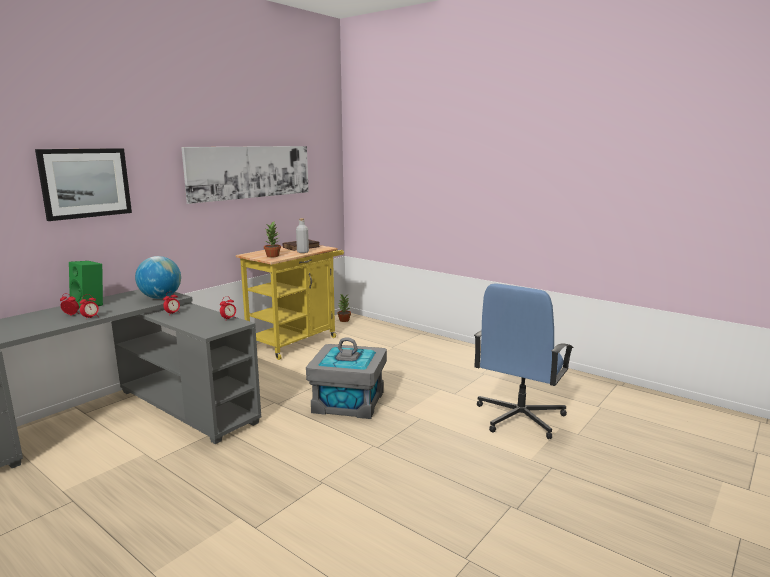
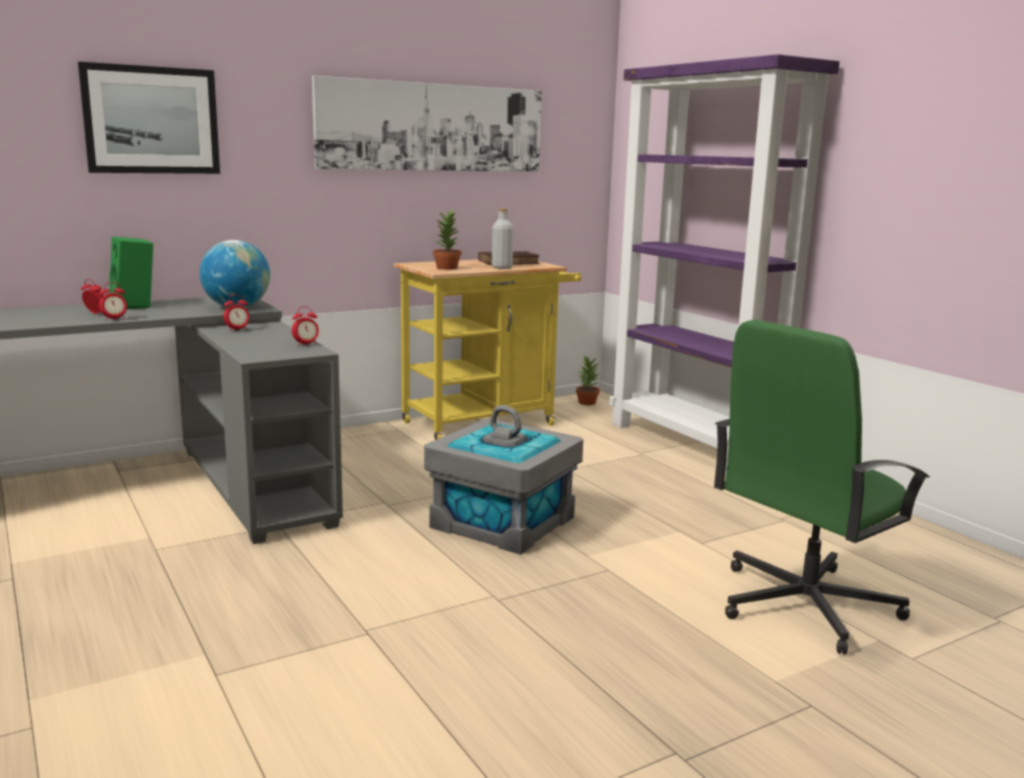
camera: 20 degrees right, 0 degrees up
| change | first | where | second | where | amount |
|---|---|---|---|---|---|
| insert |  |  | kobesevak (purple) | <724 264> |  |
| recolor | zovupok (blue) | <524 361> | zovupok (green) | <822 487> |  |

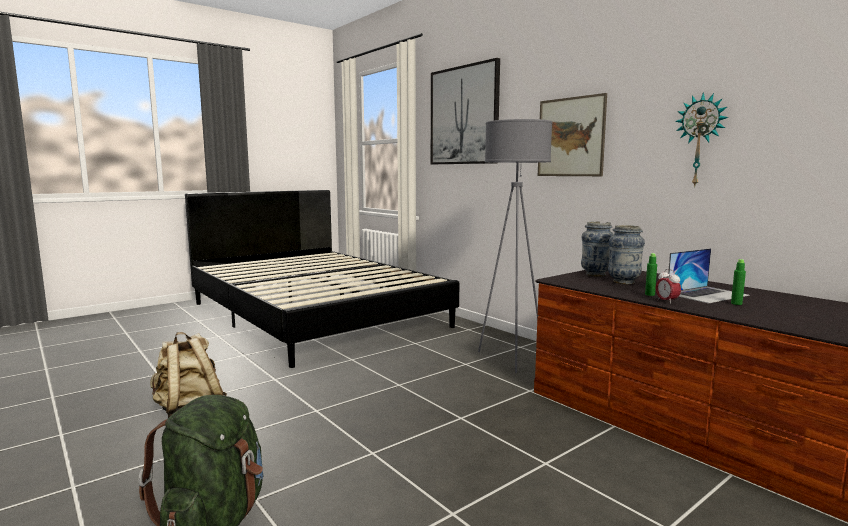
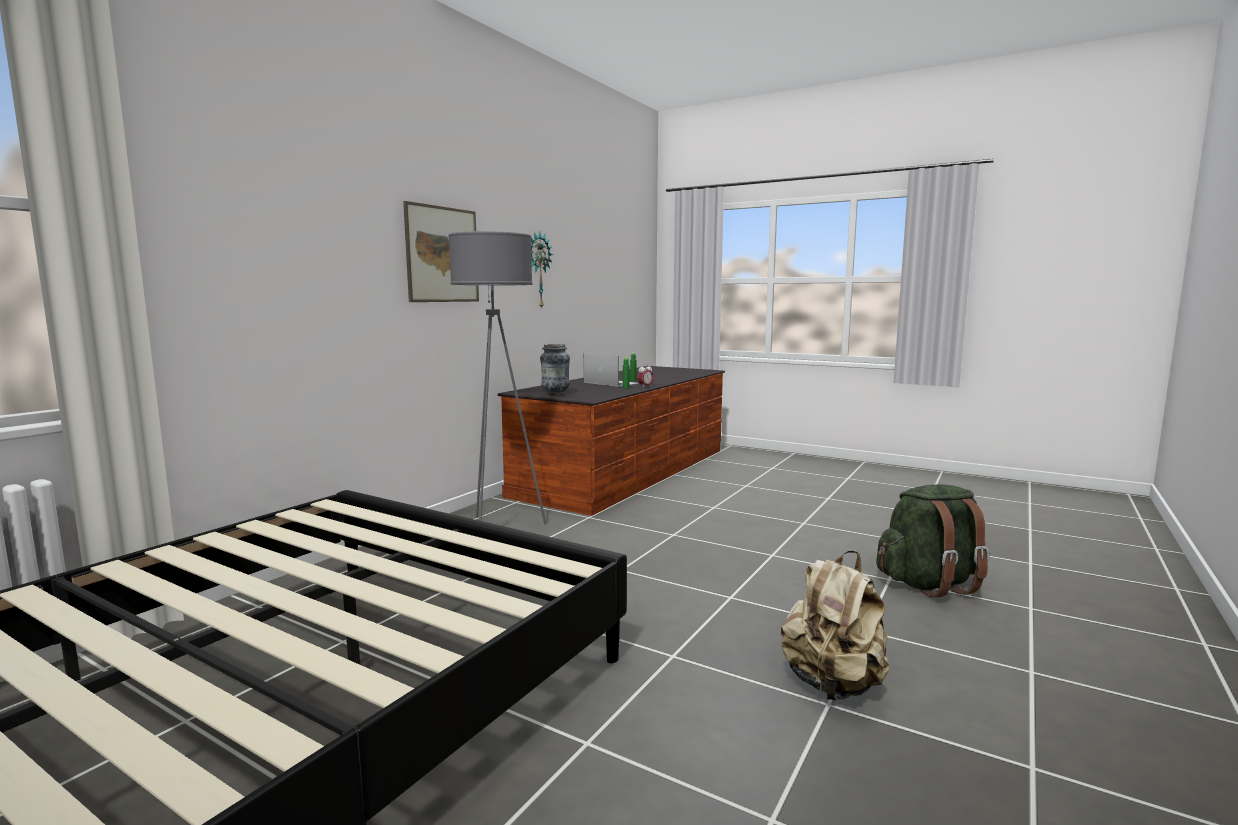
camera: 110 degrees left, 0 degrees up
| change | first | where | second | where | amount |
|---|---|---|---|---|---|
| delete | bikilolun | <465 111> |  |  |  |
| delete | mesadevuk | <626 254> |  |  |  |

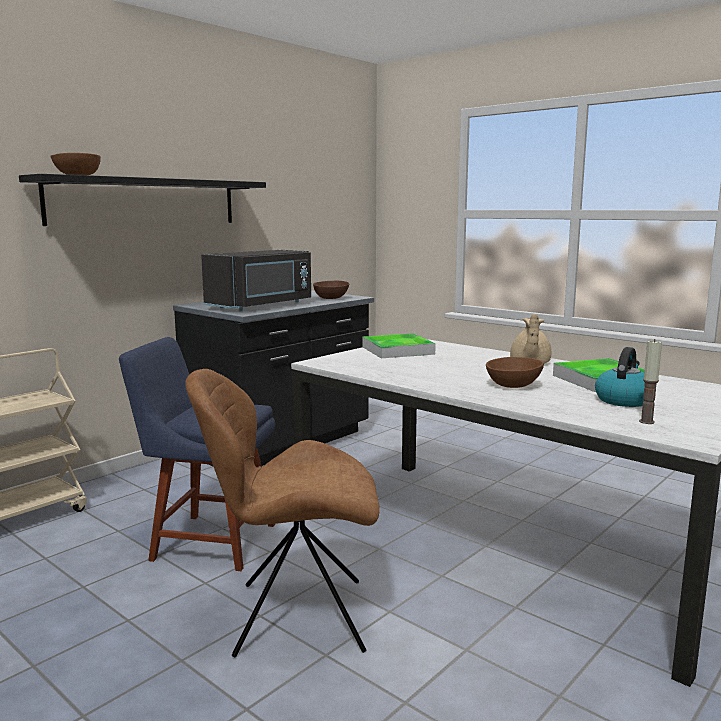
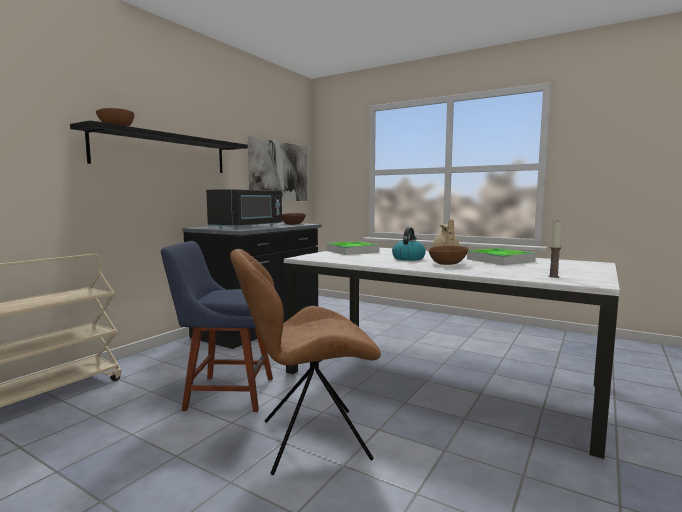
camera: 10 degrees left, 5 degrees down
| change | first | where | second | where | amount |
|---|---|---|---|---|---|
| insert |  |  | bikilolun | <277 168> |  |
| move | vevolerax | <620 377> |  | <409 244> |  |

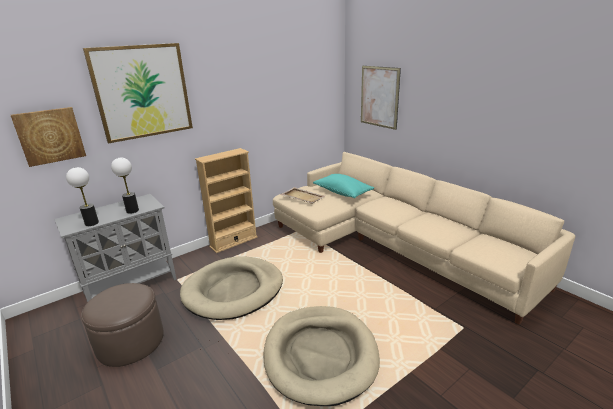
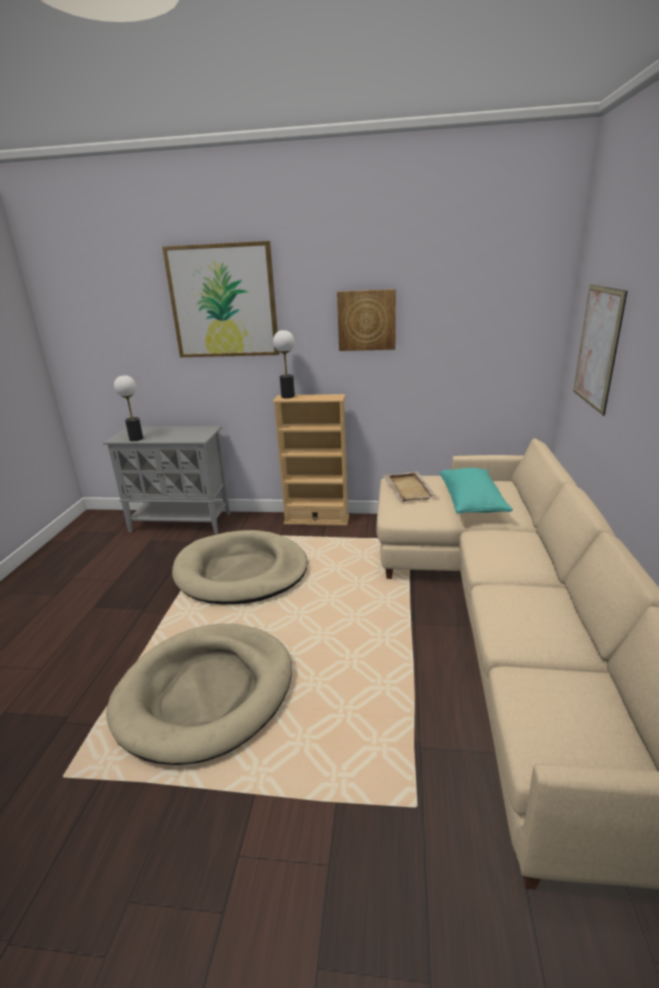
camera: 45 degrees right, 0 degrees up
| change | first | where | second | where | amount |
|---|---|---|---|---|---|
| delete | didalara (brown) | <122 325> |  |  |  |
| move | bikilolun | <48 137> |  | <366 320> |  |
| move | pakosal | <125 186> |  | <284 364> |  |

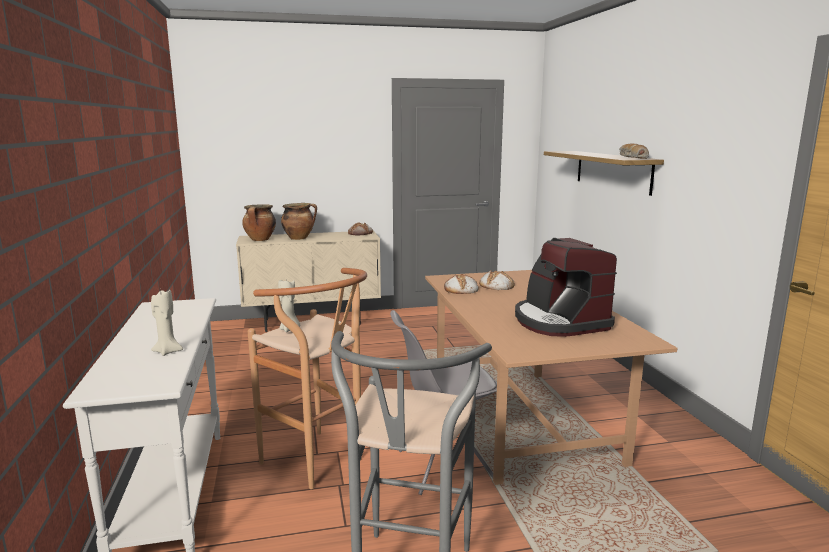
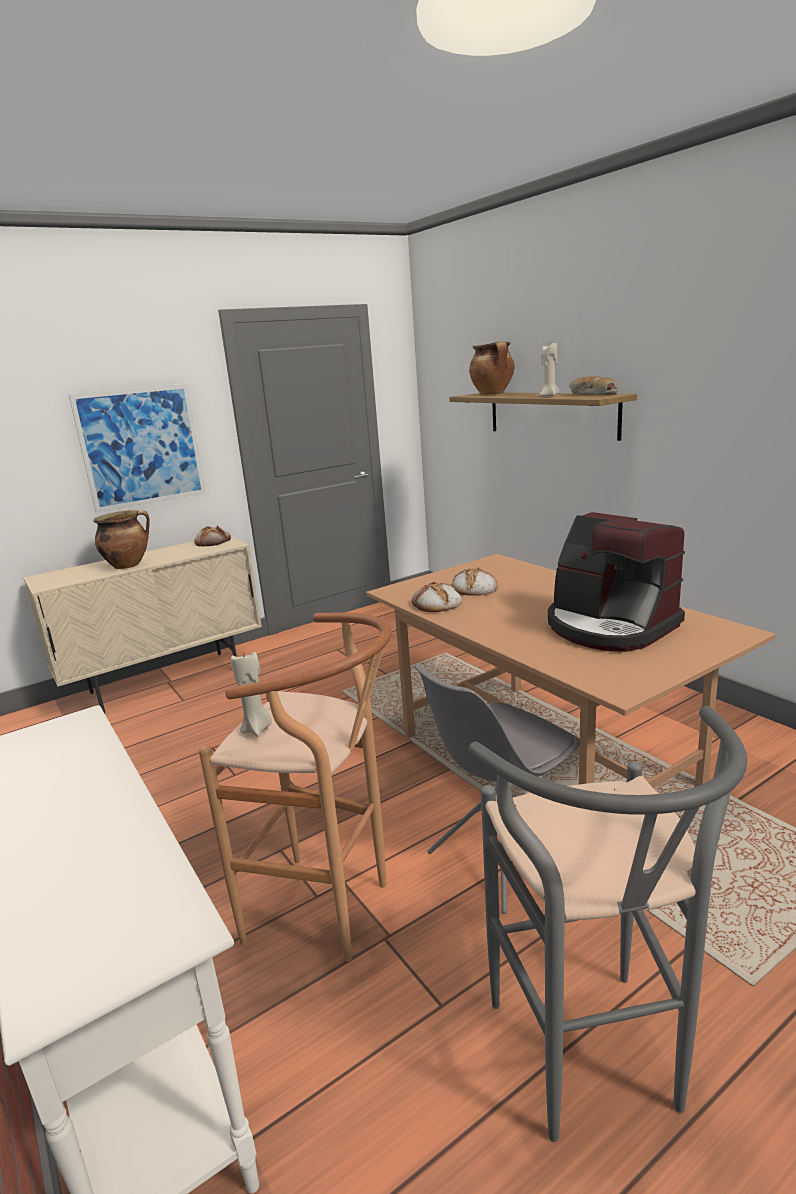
camera: 20 degrees left, 5 degrees up
| change | first | where | second | where | amount |
|---|---|---|---|---|---|
| insert |  |  | bikilolun | <137 448> |  |
| move | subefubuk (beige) | <167 323> |  | <550 369> |  |
| move | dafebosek | <259 222> |  | <492 368> |  |

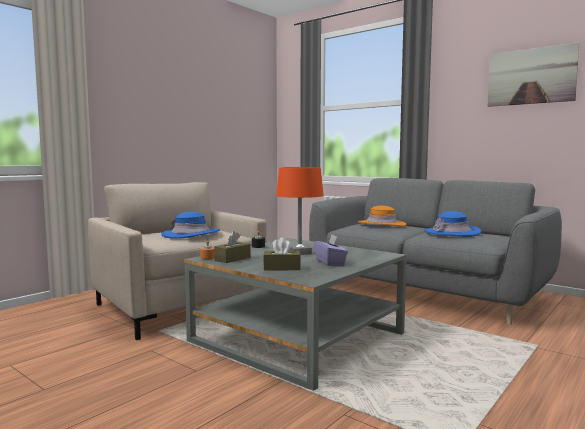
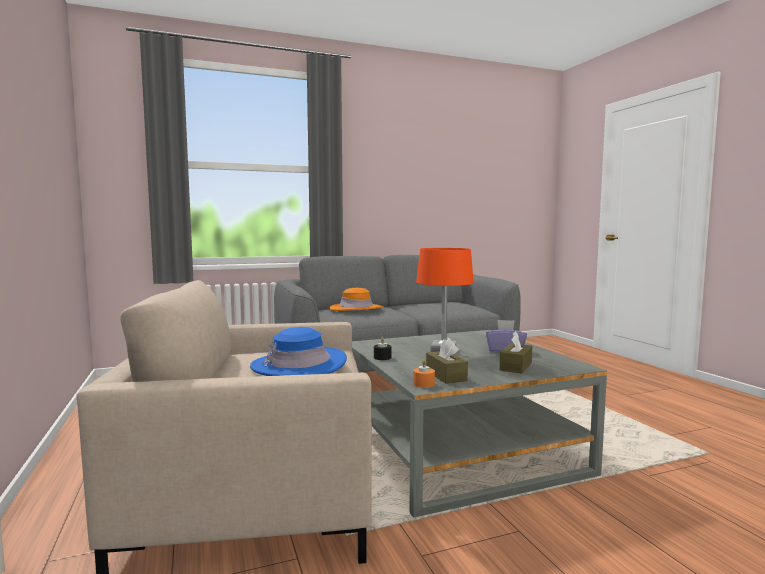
camera: 60 degrees left, 0 degrees up
| change | first | where | second | where | amount |
|---|---|---|---|---|---|
| delete | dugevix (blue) | <452 224> |  |  |  |
| delete | bikilolun | <534 74> |  |  |  |

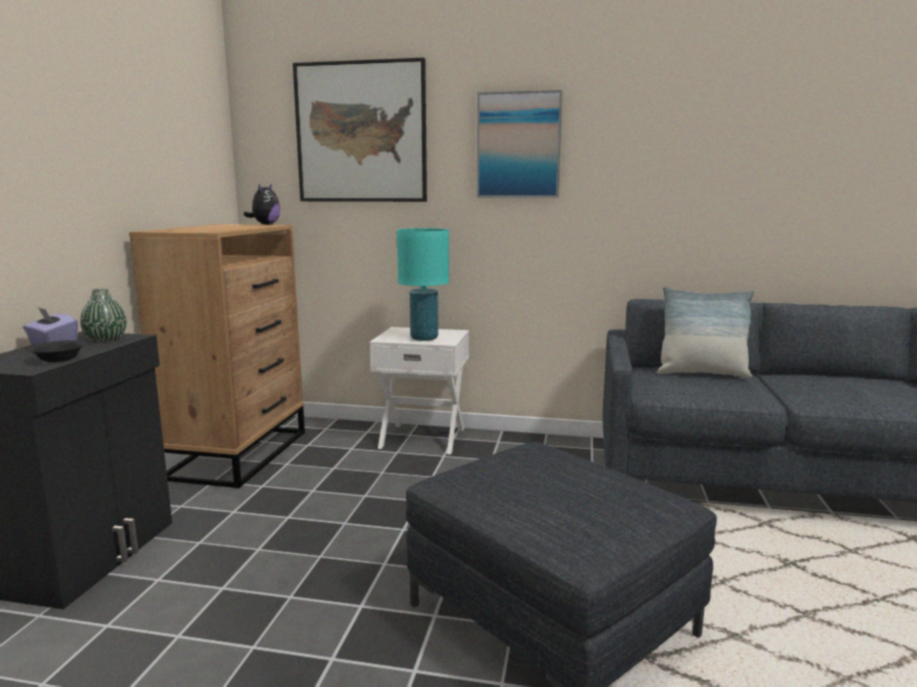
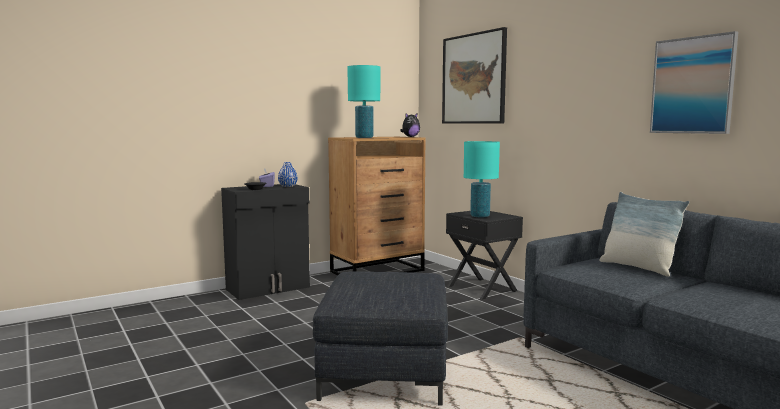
camera: 45 degrees right, 5 degrees down
| change | first | where | second | where | amount |
|---|---|---|---|---|---|
| insert |  |  | pakosal (turquoise) | <363 101> |  |
| move | bikilolun | <519 144> |  | <694 82> |  |
| recolor | mesadevuk (green) | <103 315> | mesadevuk (blue) | <288 174> |  |
| recolor | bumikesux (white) | <419 390> | bumikesux (black) | <484 255> |  |

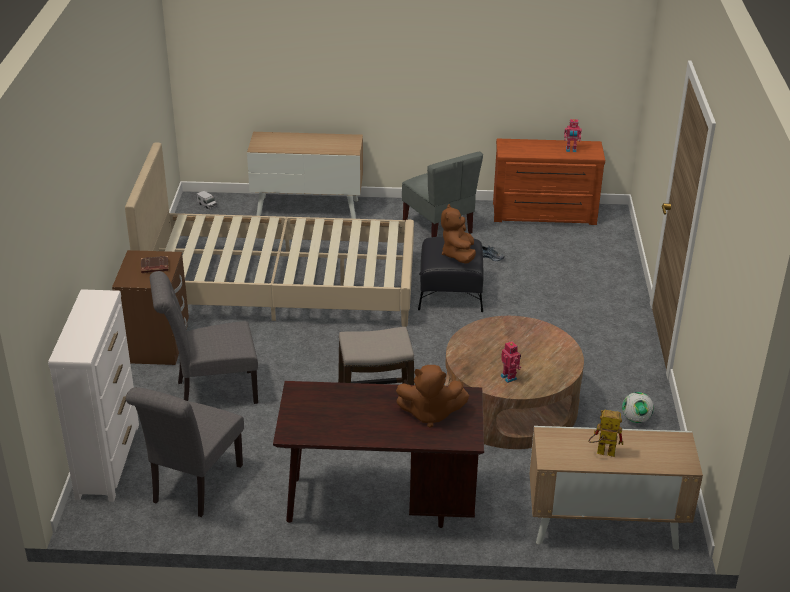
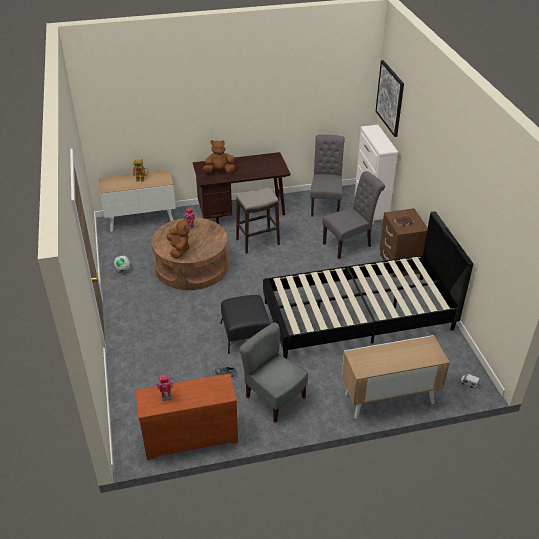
camera: 165 degrees right, 5 degrees up
| change | first | where | second | where | amount |
|---|---|---|---|---|---|
| insert |  |  | bikilolun | <390 98> |  |
| move | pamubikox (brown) | <458 234> |  | <178 238> |  |
| recolor | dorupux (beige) | <269 235> | dorupux (black) | <368 285> |  |

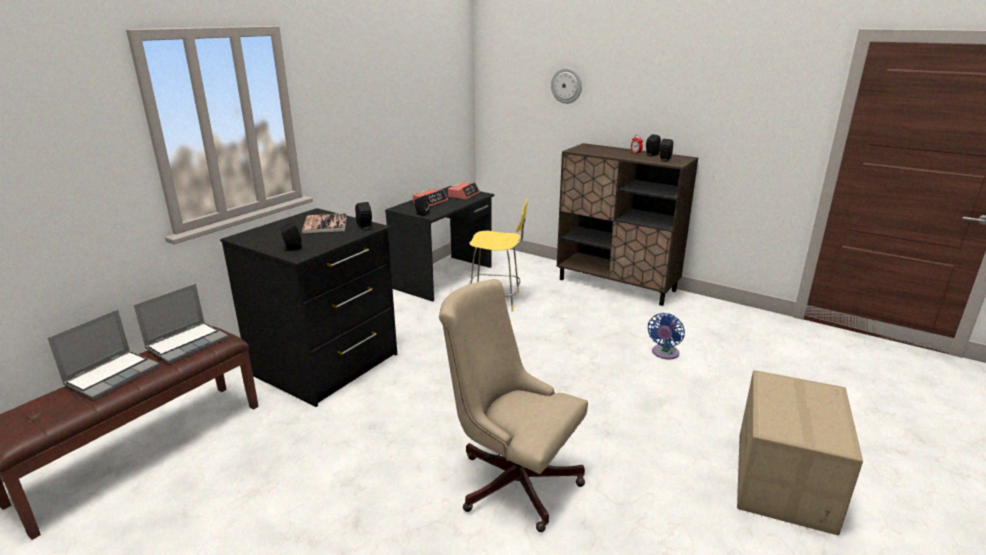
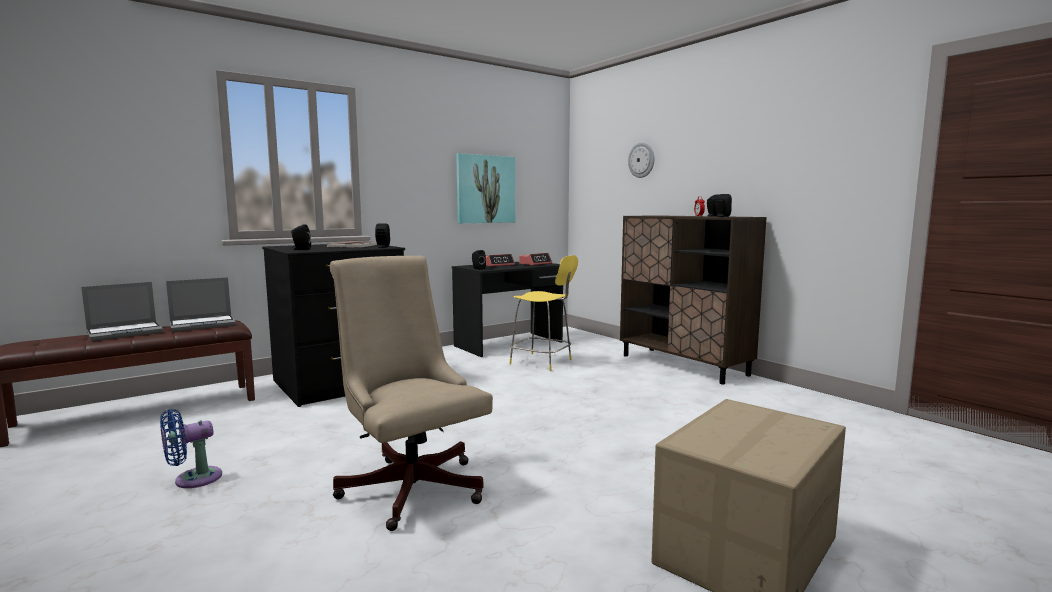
camera: 20 degrees right, 15 degrees down
| change | first | where | second | where | amount |
|---|---|---|---|---|---|
| insert |  |  | bikilolun | <485 188> |  |
| move | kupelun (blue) | <666 336> |  | <191 448> |  |

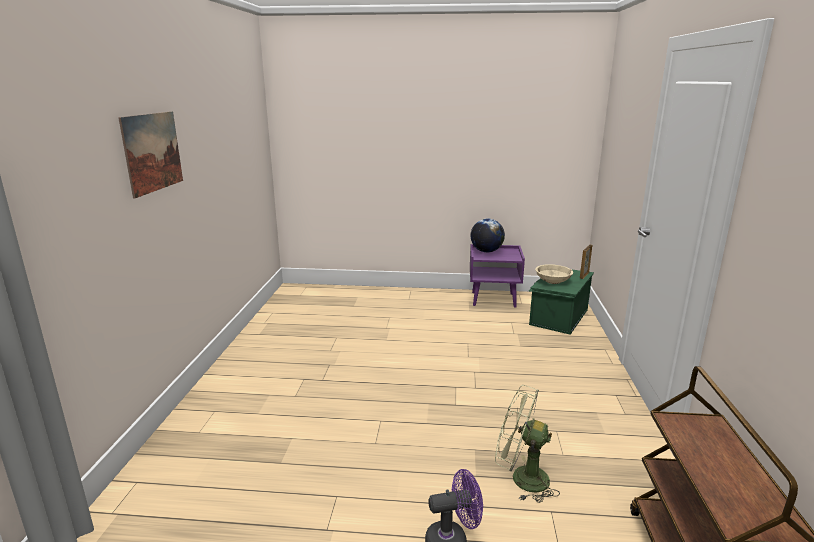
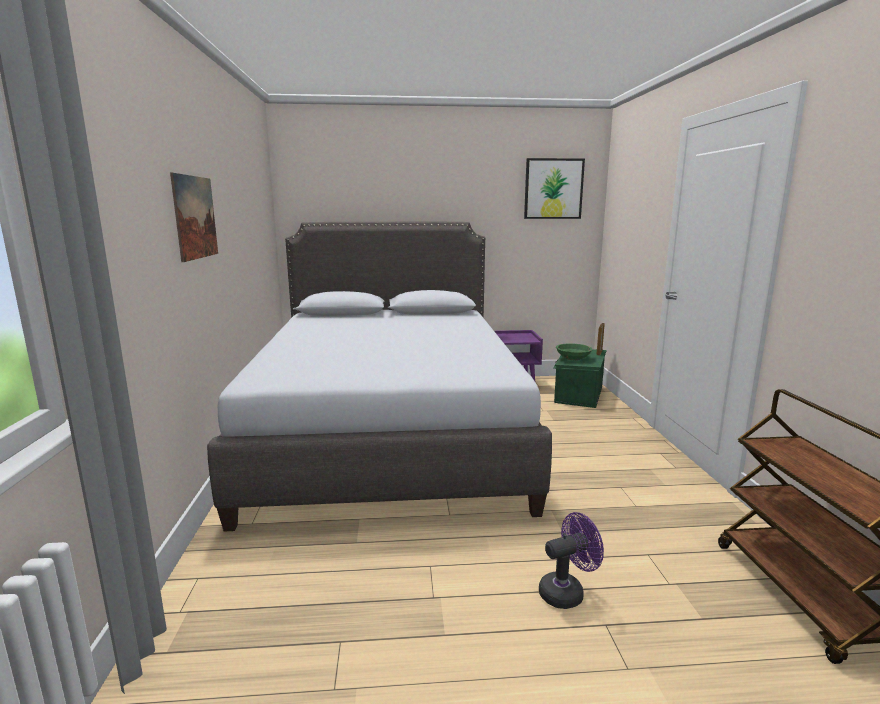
camera: 10 degrees left, 5 degrees down
| change | first | where | second | where | amount |
|---|---|---|---|---|---|
| delete | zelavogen | <487 235> |  |  |  |
| delete | kupelun (green) | <527 444> |  |  |  |
| insert |  |  | dorupux (grey) | <379 377> |  |
| insert |  |  | bikilolun | <554 188> |  |
| recolor | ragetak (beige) | <554 274> | ragetak (green) | <574 352> |  |

